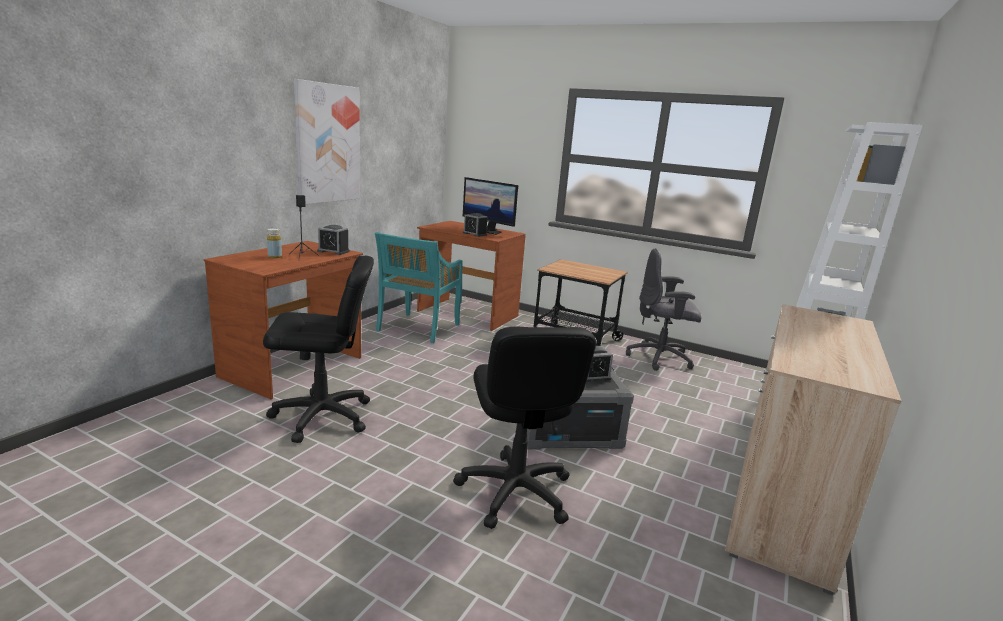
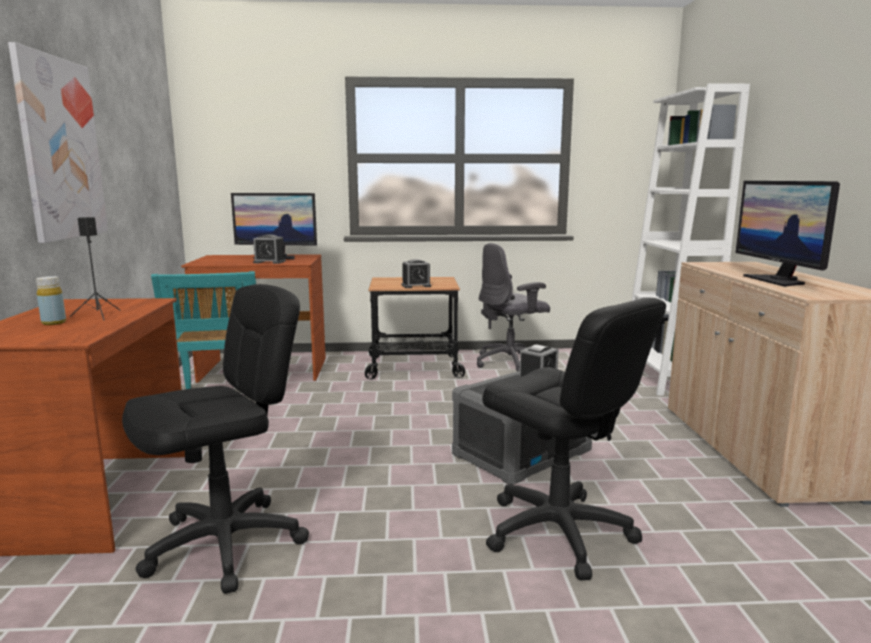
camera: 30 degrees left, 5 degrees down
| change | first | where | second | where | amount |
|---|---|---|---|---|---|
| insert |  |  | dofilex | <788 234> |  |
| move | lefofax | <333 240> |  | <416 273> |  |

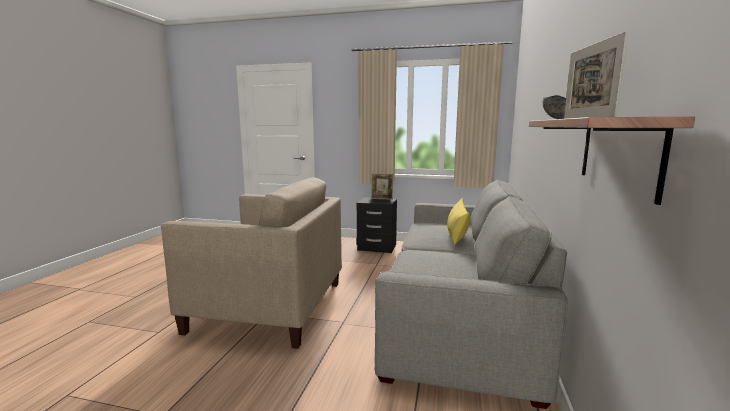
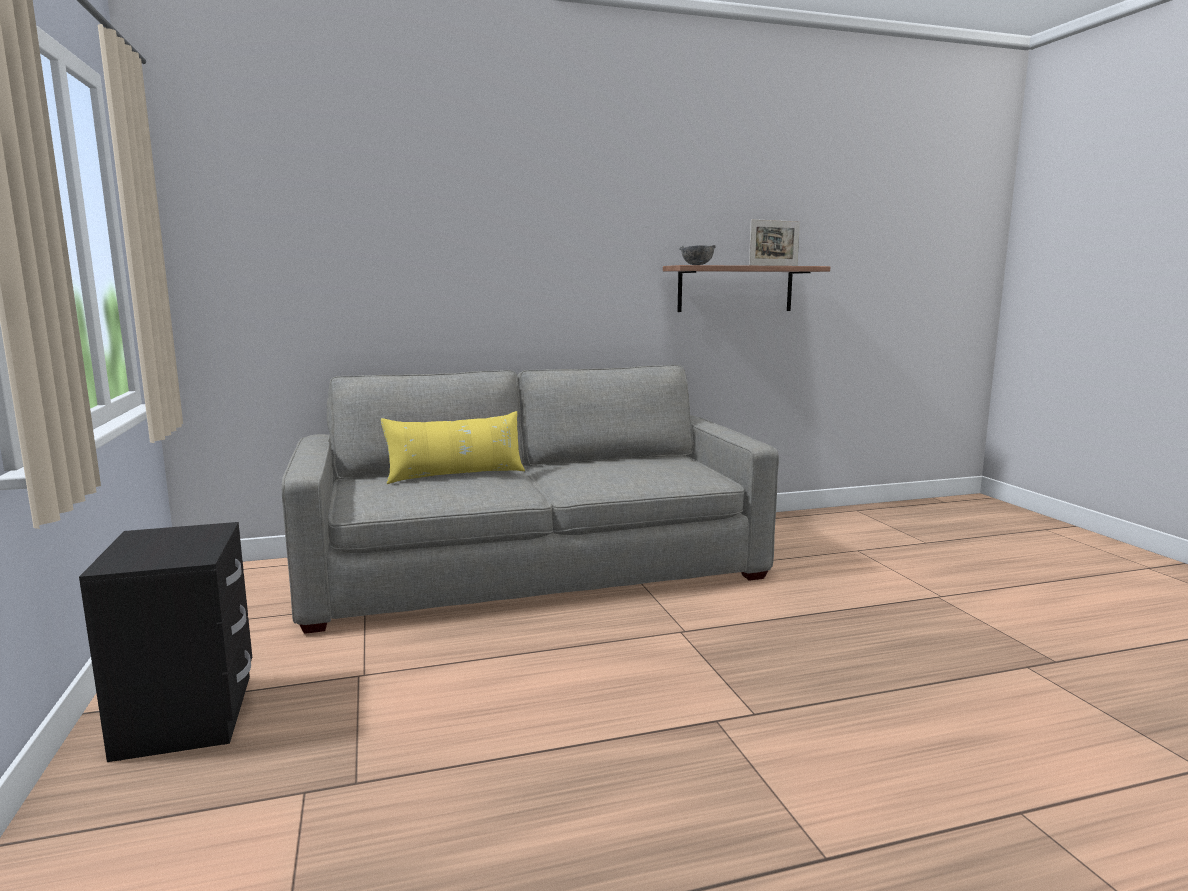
camera: 120 degrees left, 0 degrees up
| change | first | where | second | where | amount |
|---|---|---|---|---|---|
| delete | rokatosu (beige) | <251 263> |  |  |  |
| delete | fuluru | <382 186> |  |  |  |

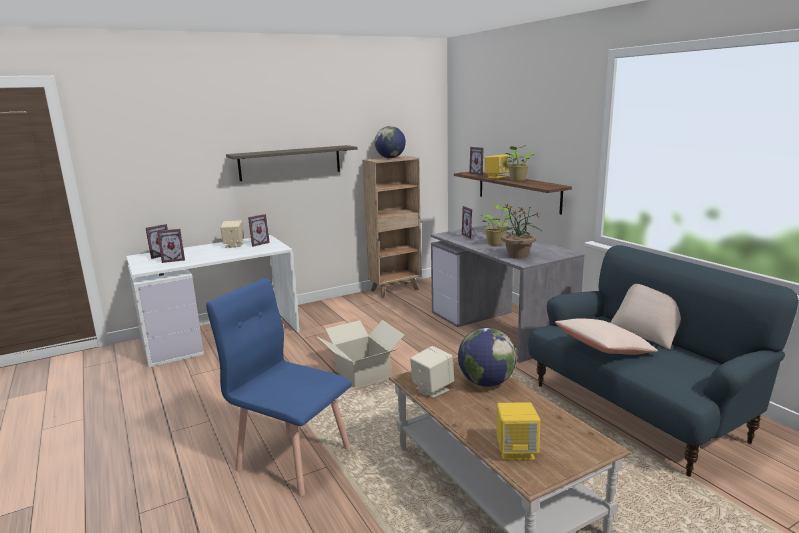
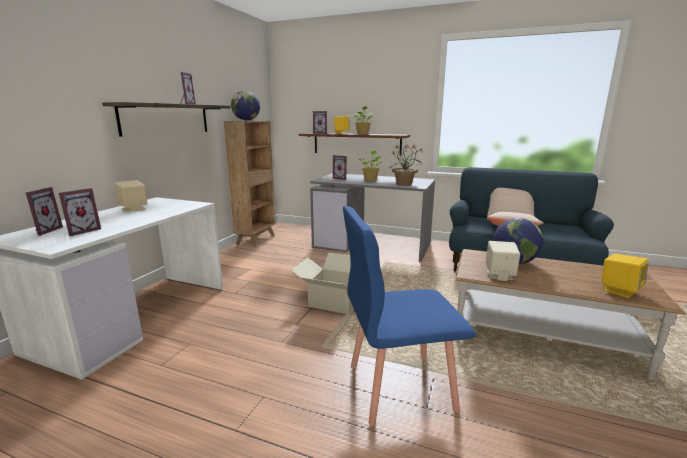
camera: 40 degrees left, 0 degrees up
| change | first | where | second | where | amount |
|---|---|---|---|---|---|
| move | fuluru | <259 230> |  | <188 88> |  |

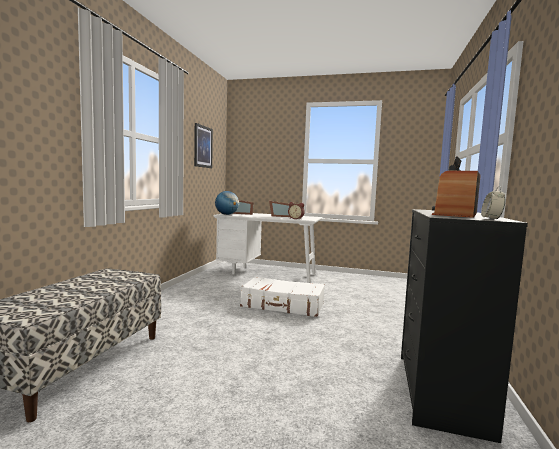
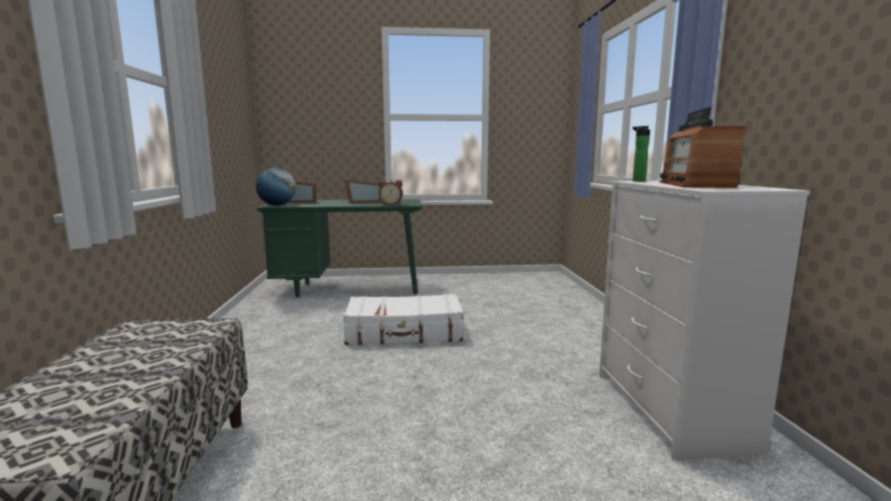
camera: 20 degrees left, 5 degrees up
| change | first | where | second | where | amount |
|---|---|---|---|---|---|
| delete | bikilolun | <203 145> |  |  |  |
| delete | lefofax | <493 202> |  |  |  |
| insert |  |  | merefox | <641 154> |  |
| recolor | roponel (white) | <268 248> | roponel (green) | <339 248> |  |
| recolor | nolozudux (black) | <464 326> | nolozudux (white) | <704 320> |  |

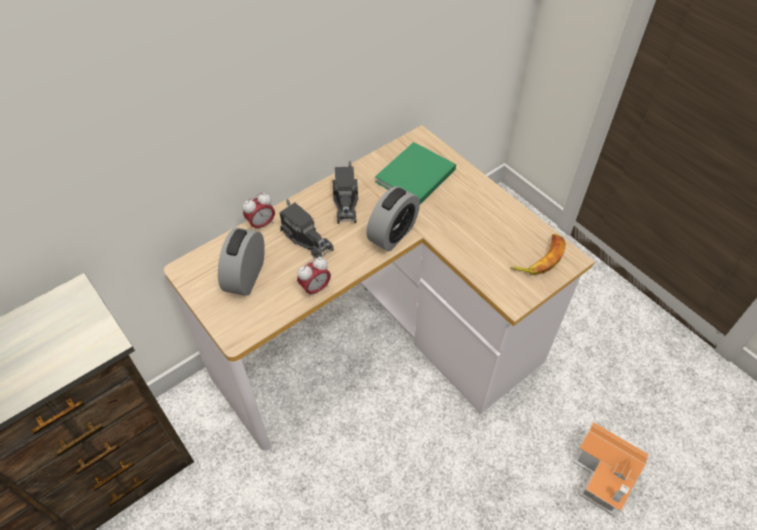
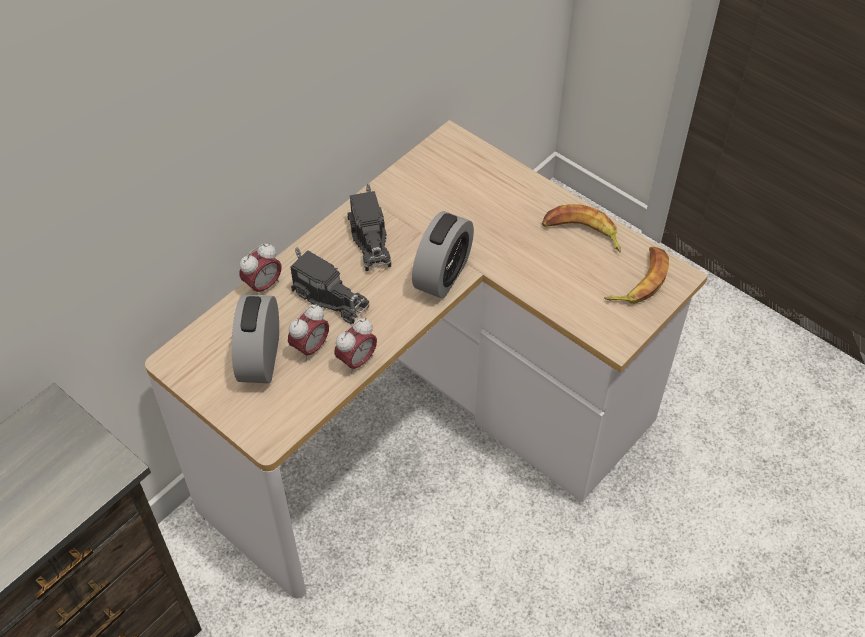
camera: 10 degrees left, 0 degrees up
| change | first | where | second | where | amount |
|---|---|---|---|---|---|
| delete | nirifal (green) | <415 173> |  |  |  |
| delete | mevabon | <611 468> |  |  |  |
| insert |  |  | lefofax | <308 332> |  |
| insert |  |  | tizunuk | <581 228> |  |

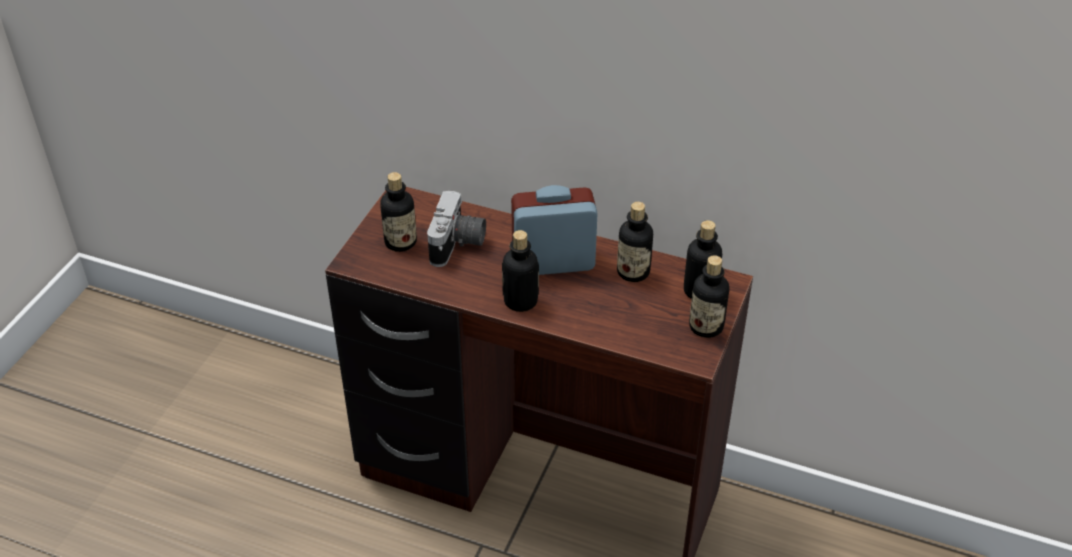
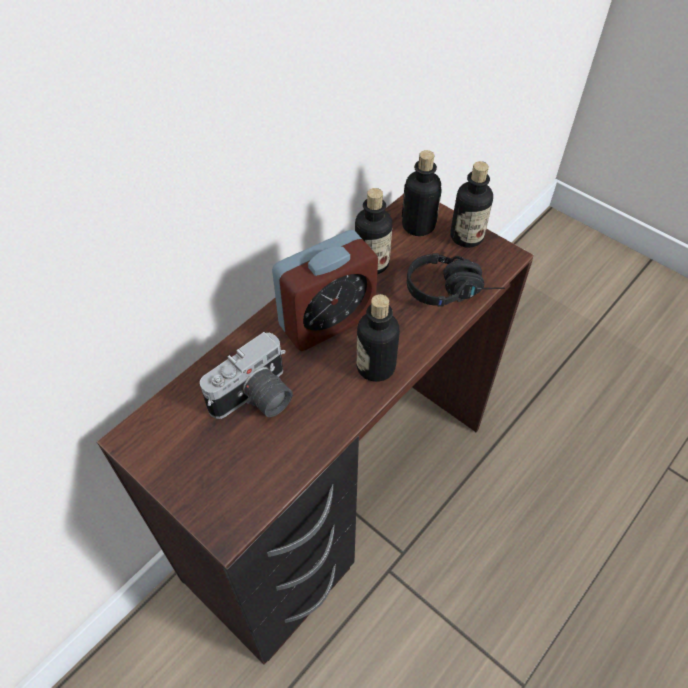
camera: 70 degrees left, 10 degrees up
| change | first | where | second | where | amount |
|---|---|---|---|---|---|
| delete | merefox | <398 212> |  |  |  |
| insert |  |  | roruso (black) | <456 280> |  |
| rotate | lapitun | <456 229> |  | <246 375> | 105 degrees clockwise |
| rotate | lefofax | <554 230> |  | <325 290> | 135 degrees counterclockwise |

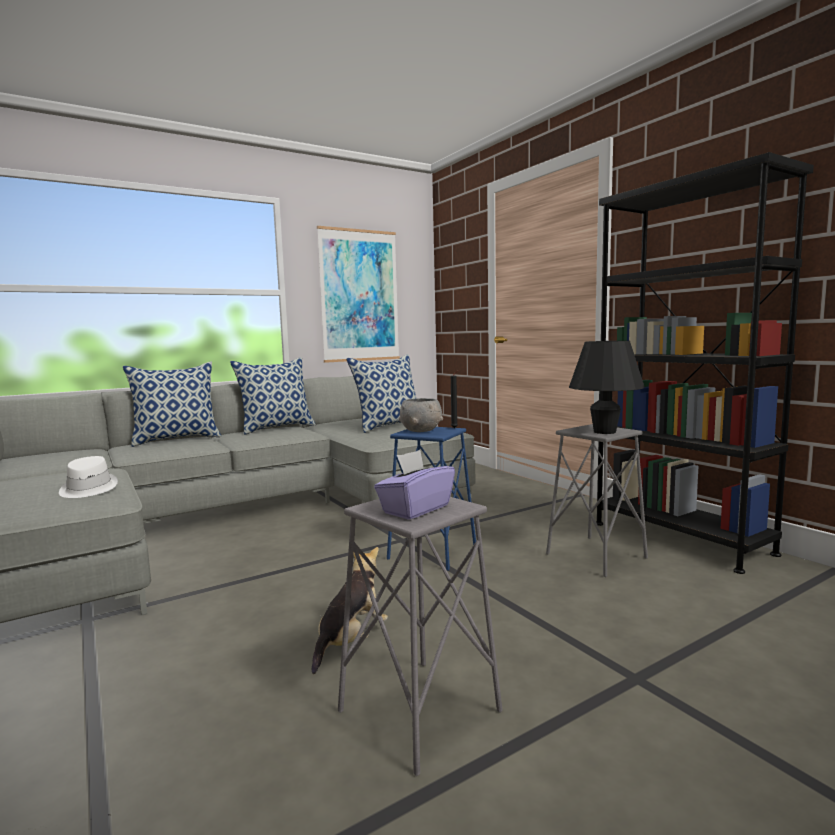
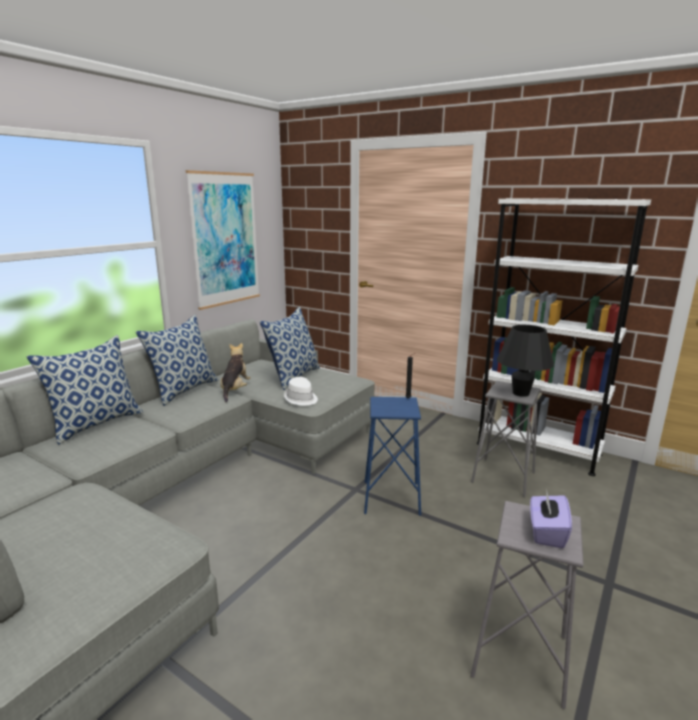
camera: 25 degrees left, 10 degrees up
| change | first | where | second | where | amount |
|---|---|---|---|---|---|
| delete | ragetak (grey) | <421 415> |  |  |  |
| move | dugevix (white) | <88 477> |  | <301 391> |  |
| move | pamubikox | <350 610> |  | <235 372> |  |
| recolor | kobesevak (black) | <705 363> | kobesevak (white) | <564 337> |  |

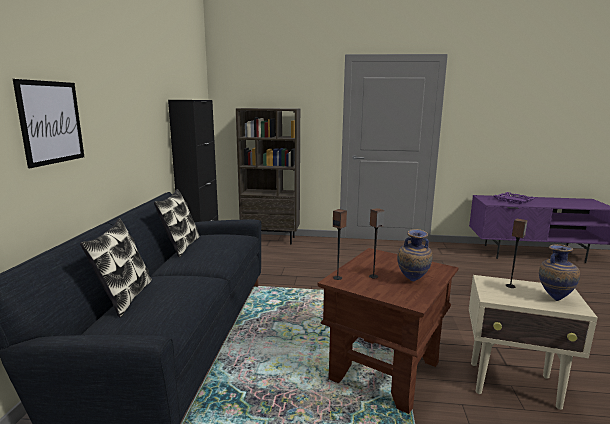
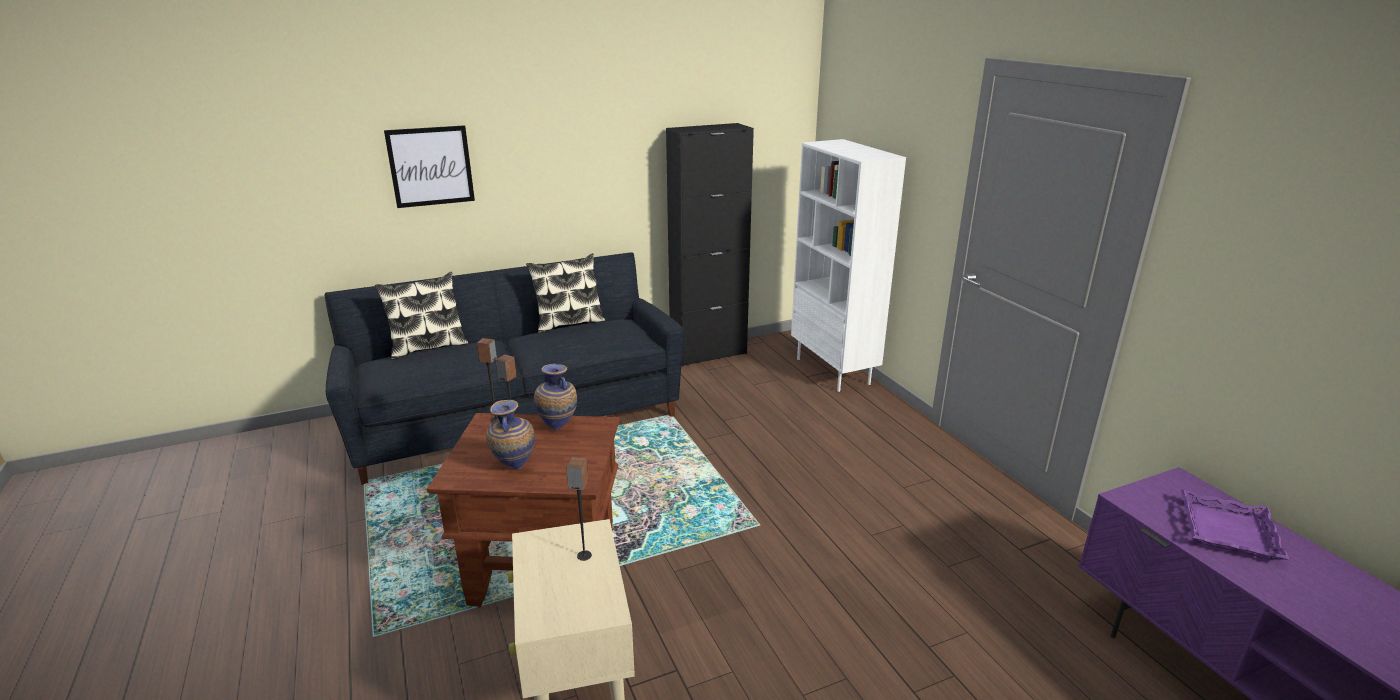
camera: 60 degrees right, 10 degrees up
| change | first | where | second | where | amount |
|---|---|---|---|---|---|
| move | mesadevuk | <559 272> |  | <555 397> |  |
| recolor | kobesevak (brown) | <268 176> | kobesevak (white) | <848 265> |  |

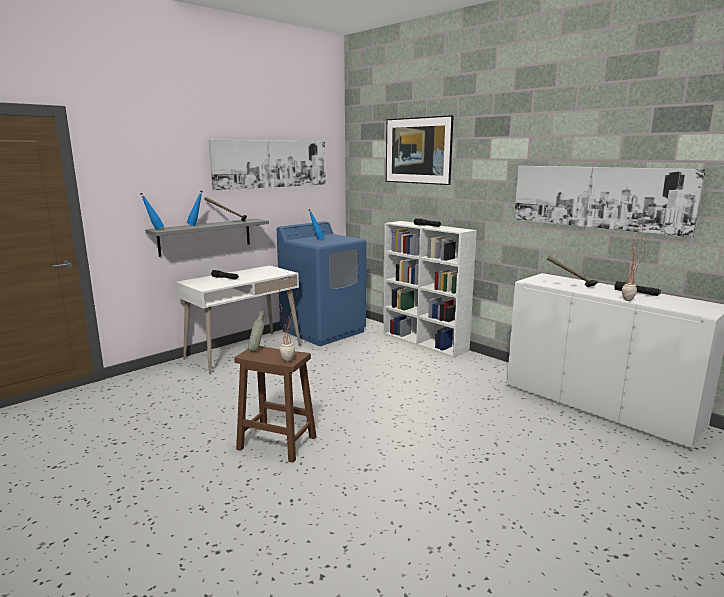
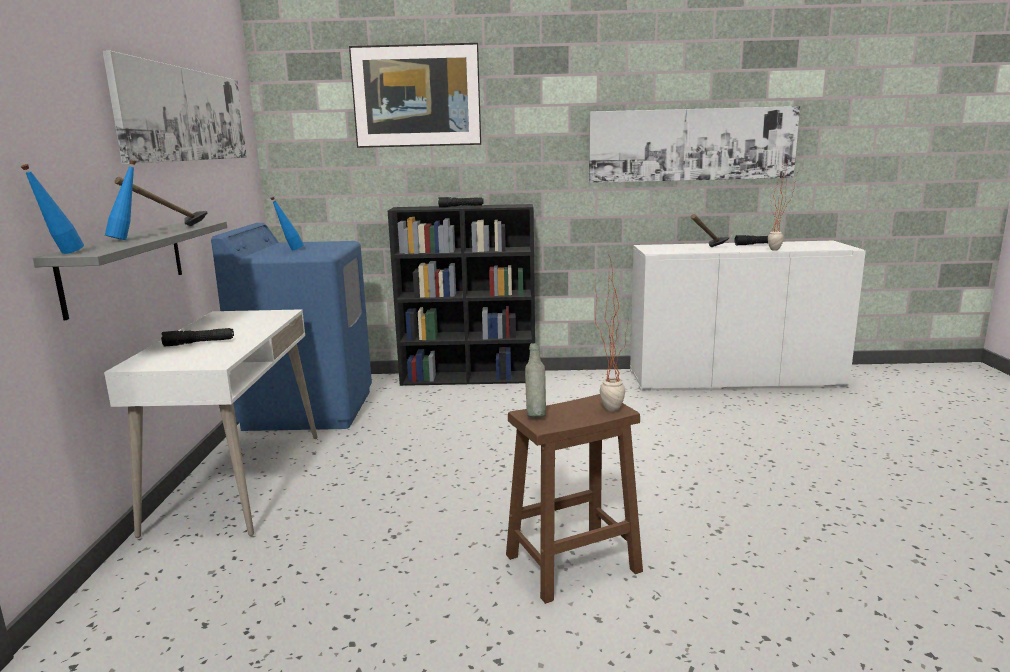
camera: 45 degrees left, 0 degrees up
| change | first | where | second | where | amount |
|---|---|---|---|---|---|
| recolor | kobesevak (white) | <430 289> | kobesevak (black) | <461 295> |  |

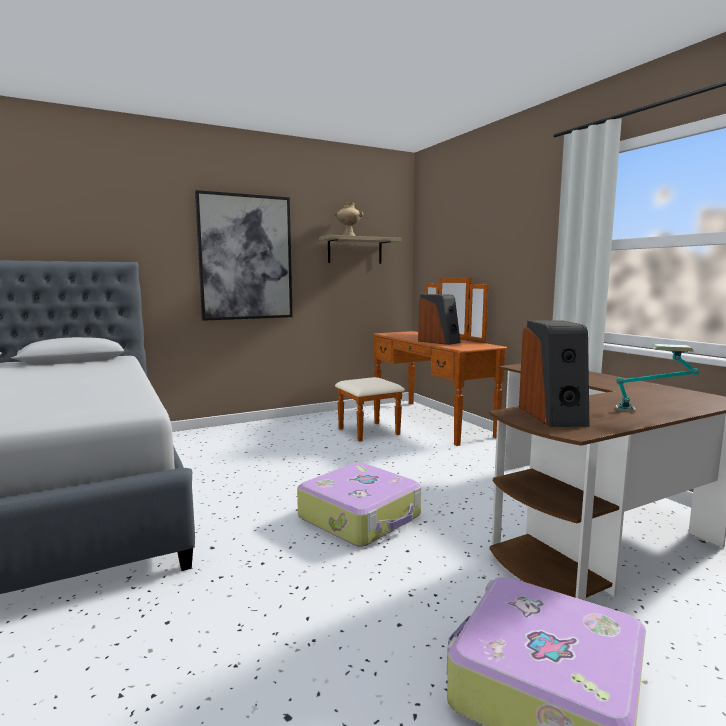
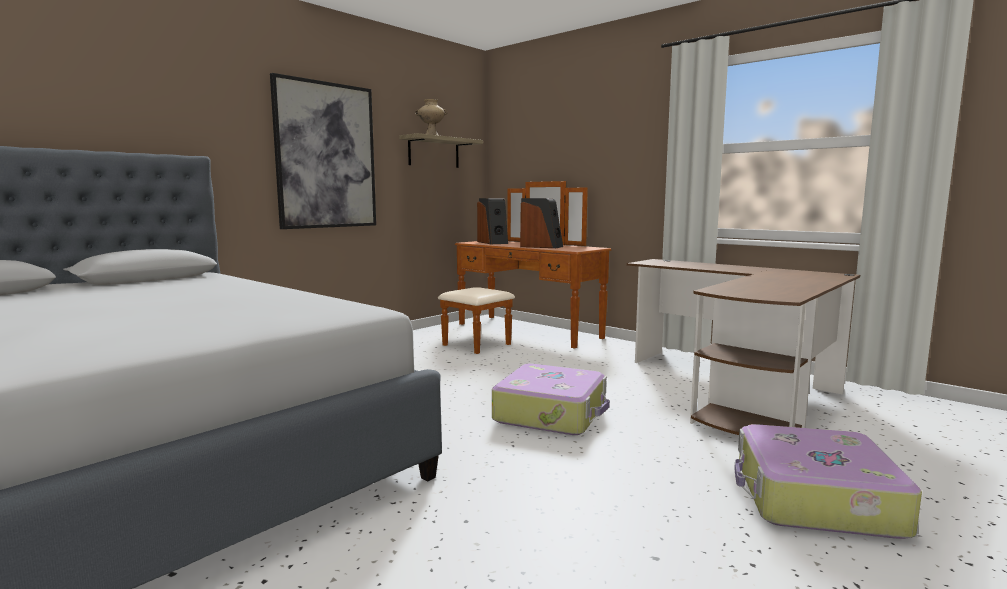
camera: 20 degrees left, 0 degrees up
| change | first | where | second | where | amount |
|---|---|---|---|---|---|
| delete | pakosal | <658 378> |  |  |  |
| move | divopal | <554 374> |  | <492 221> |  |

